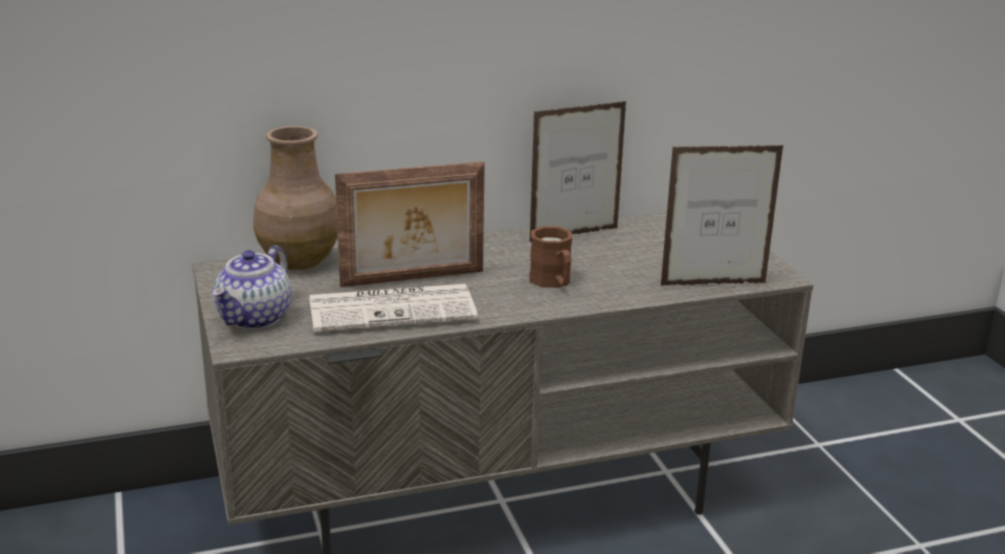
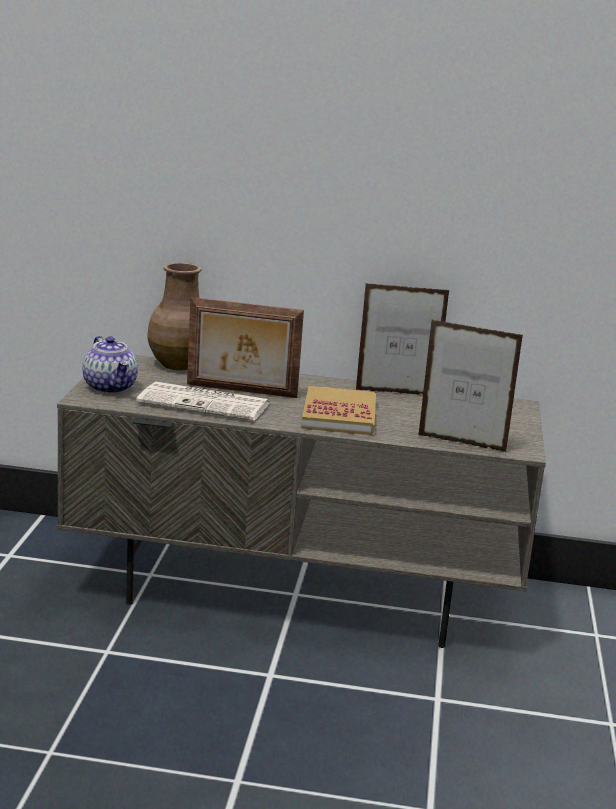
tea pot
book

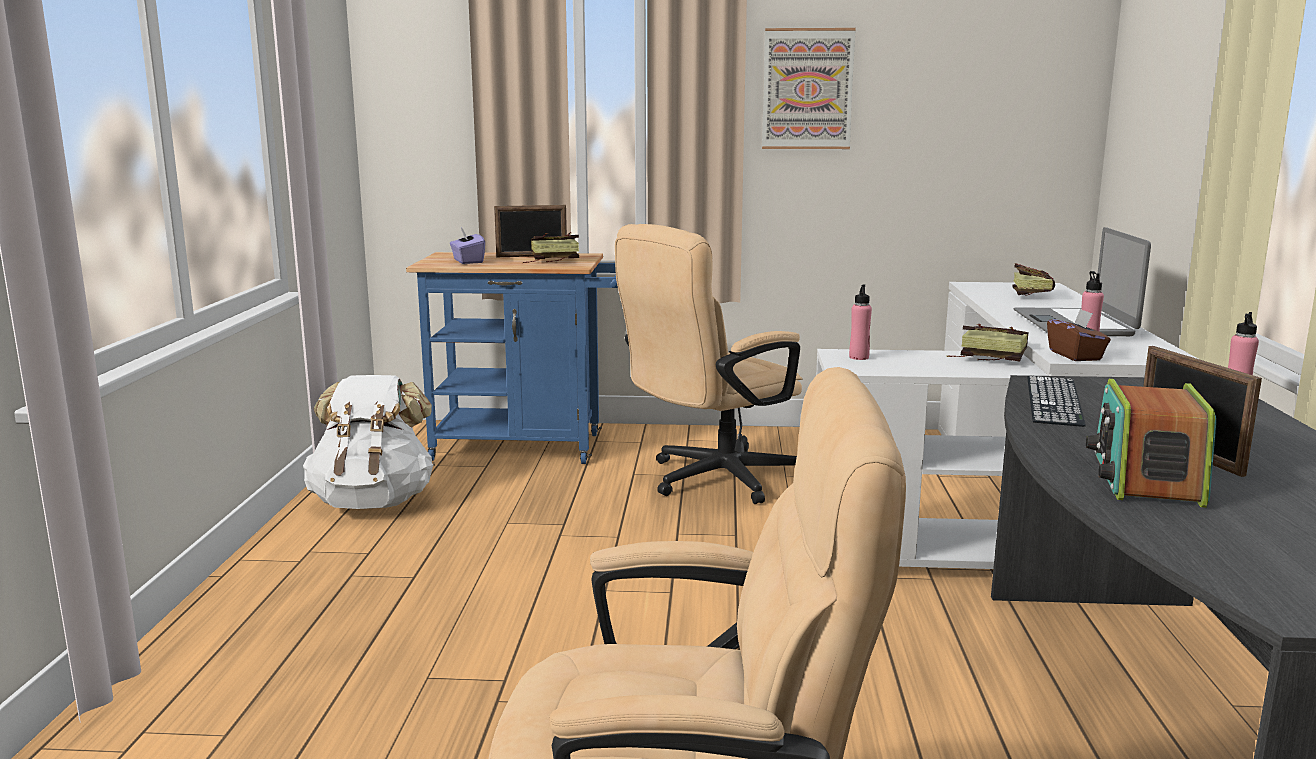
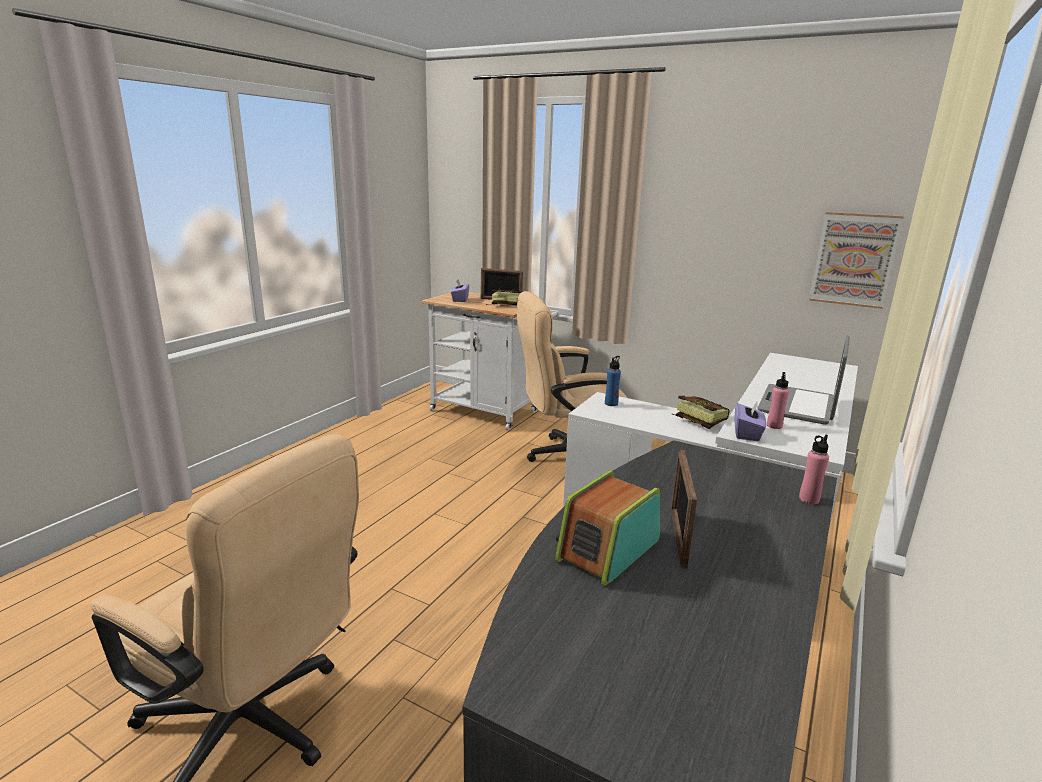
knapsack (white)
wheeled cart (white)
wall picture
beverage bottle (blue-coloured)
book (3rd from left in the first image)
computer keyboard
tissue box (purple-coloured) (2nd from left)

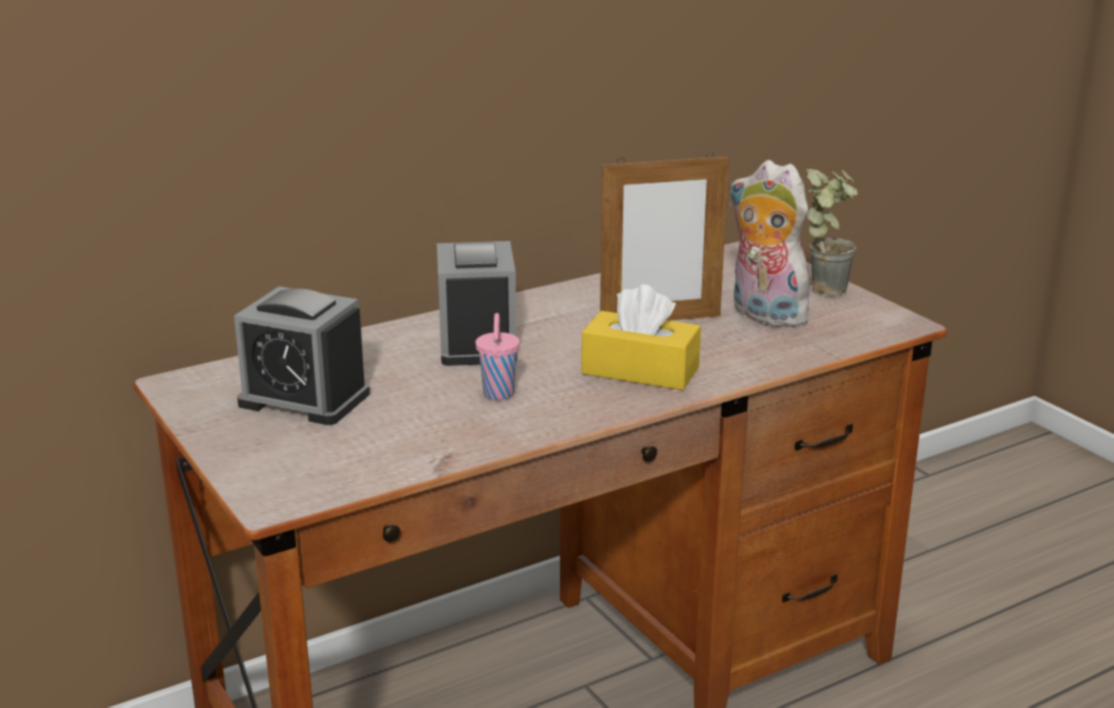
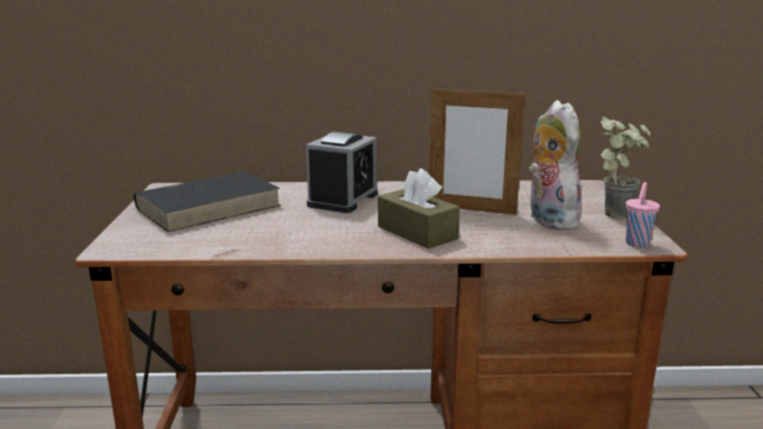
book (blackish)
drinking cup (pink)
tissue box (brown)

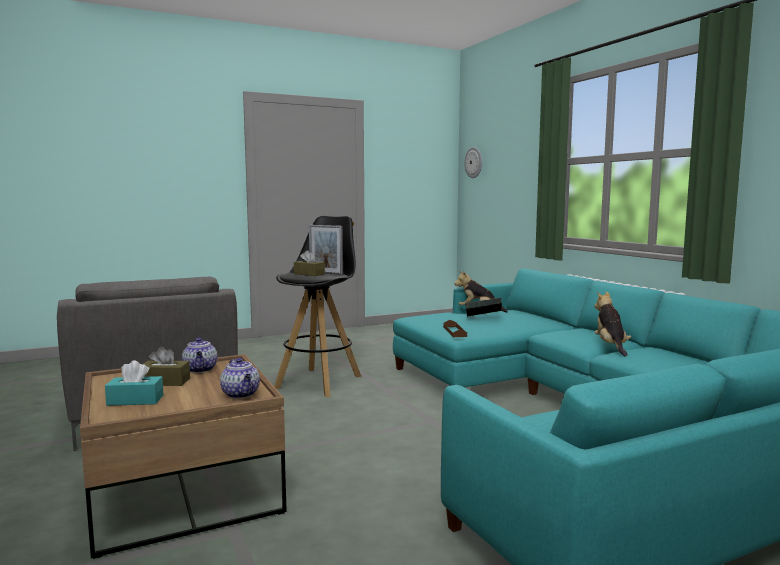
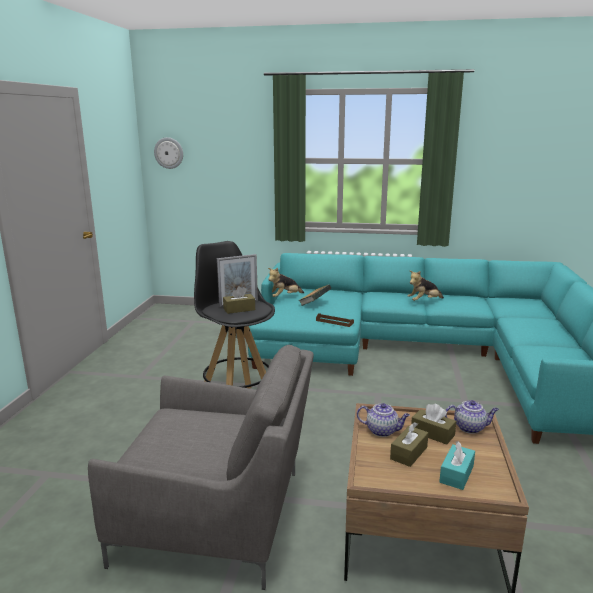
soft toy (2nd from left)
tissue box (brown) (3rd from left)

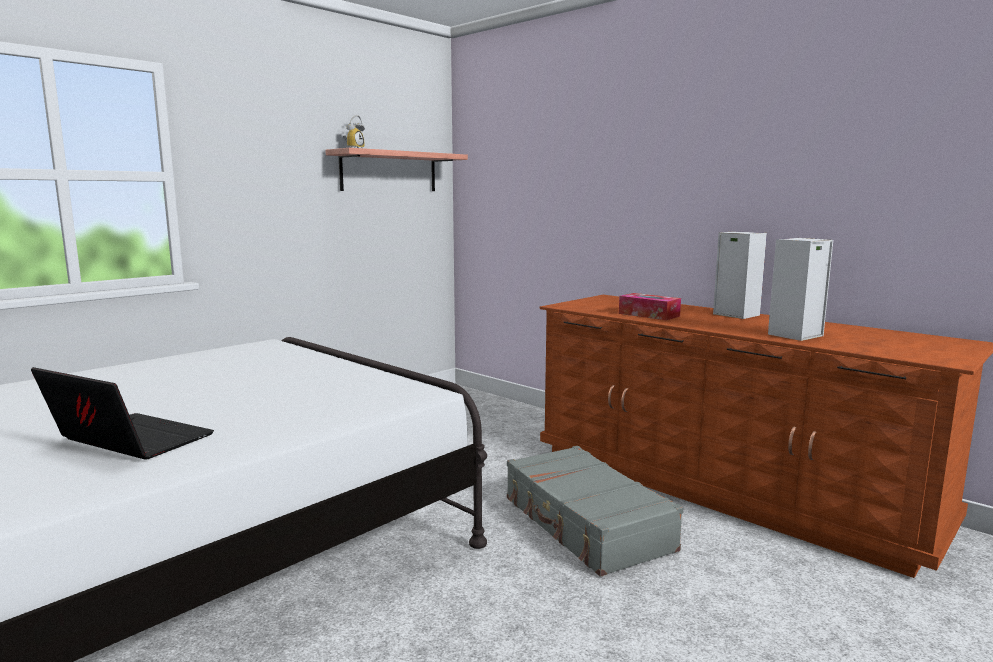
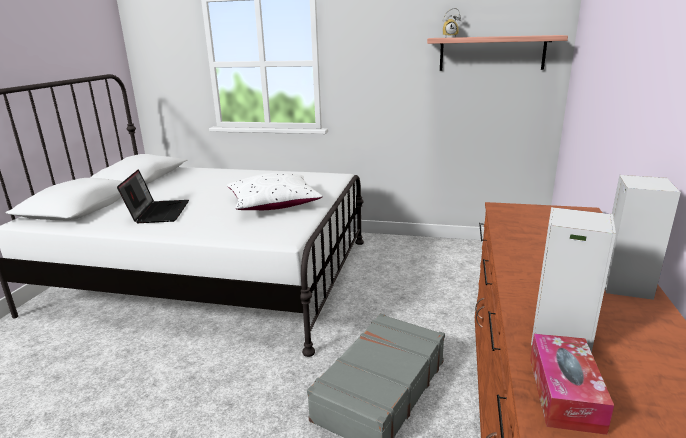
tissue box
cushion (white)

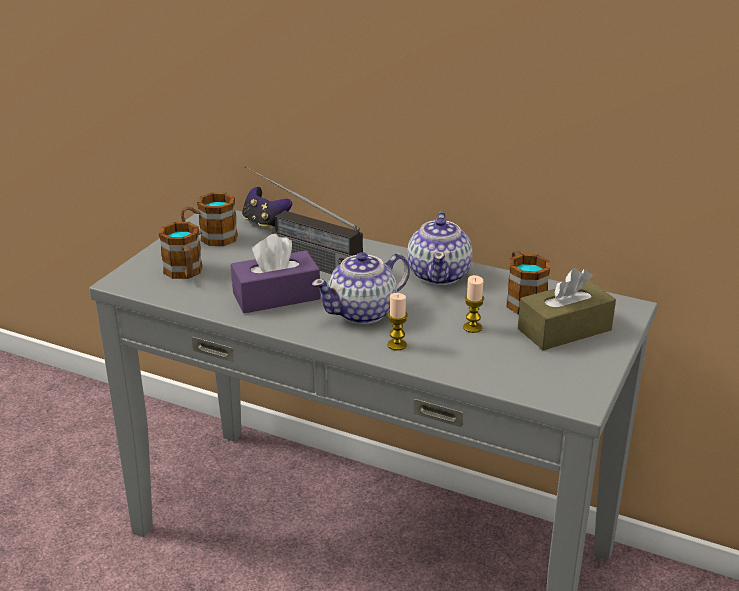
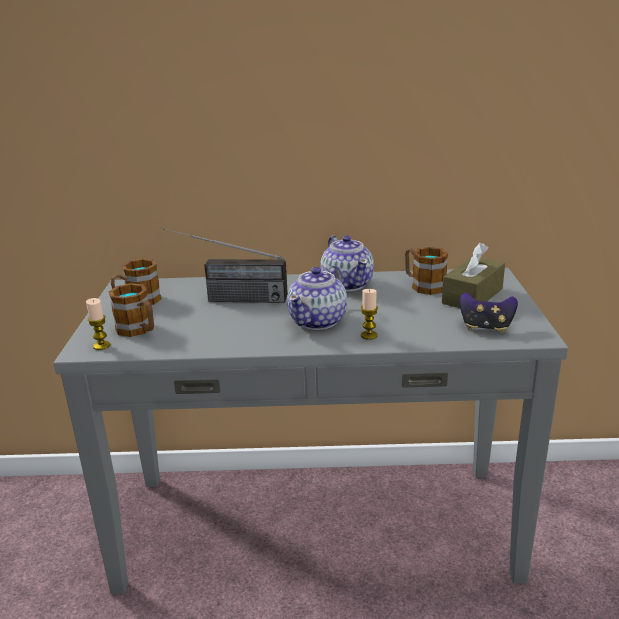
tissue box (purple-coloured)
gamepad
candle (1st from left)

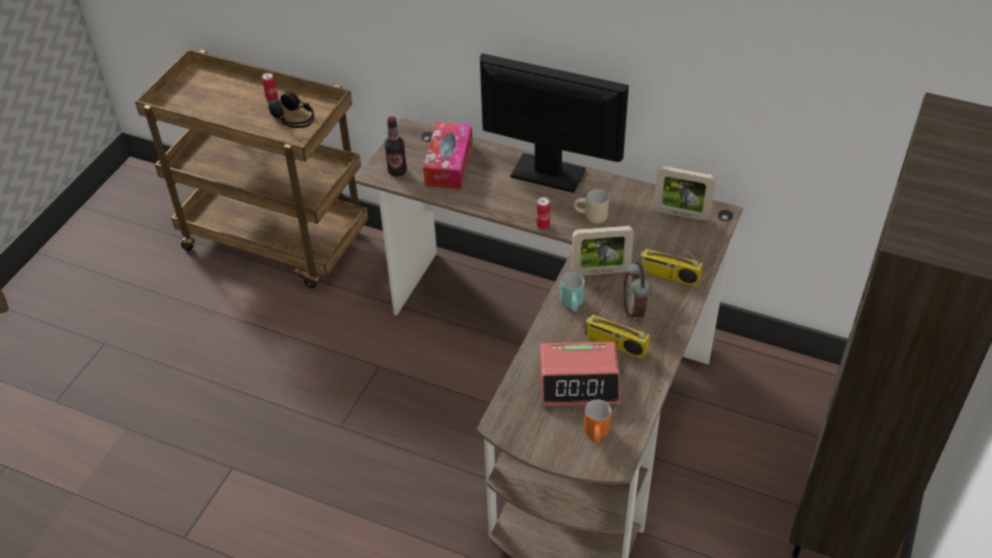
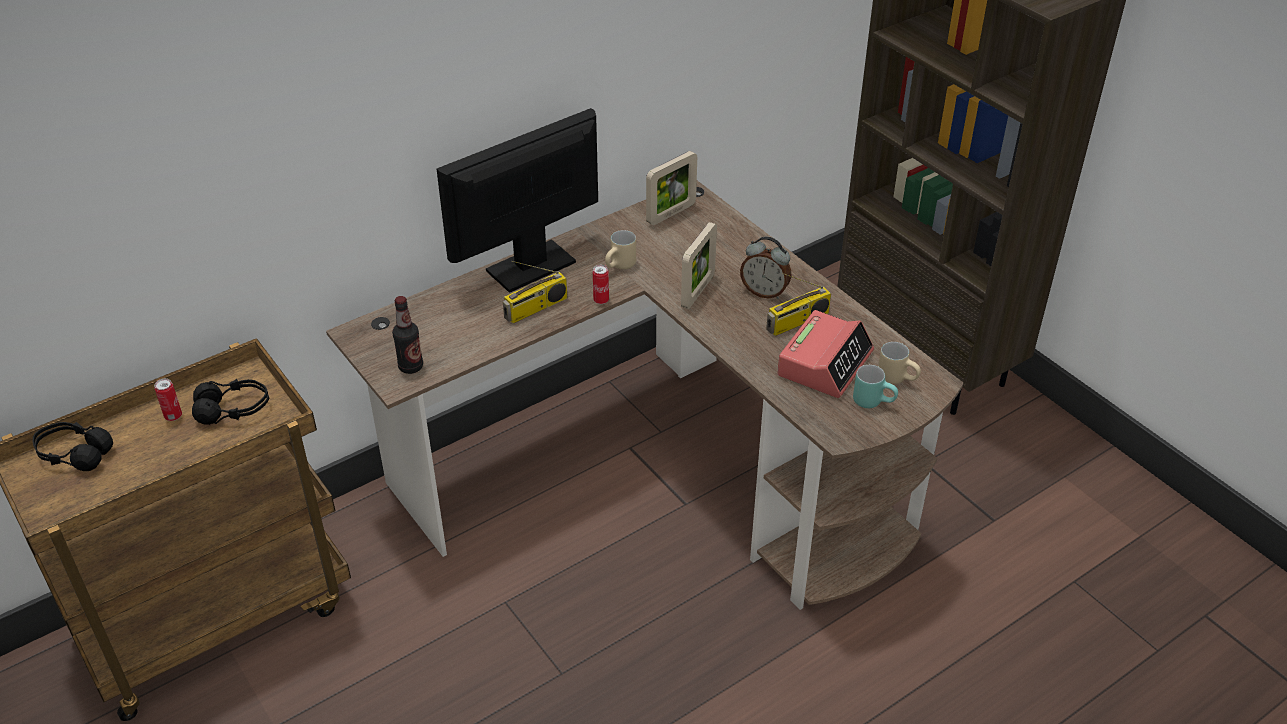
tissue box
mug (turquoise-coloured)
mug (beige) (2nd from left)
radio (1st from left)
headset (blackish) (1st from left)

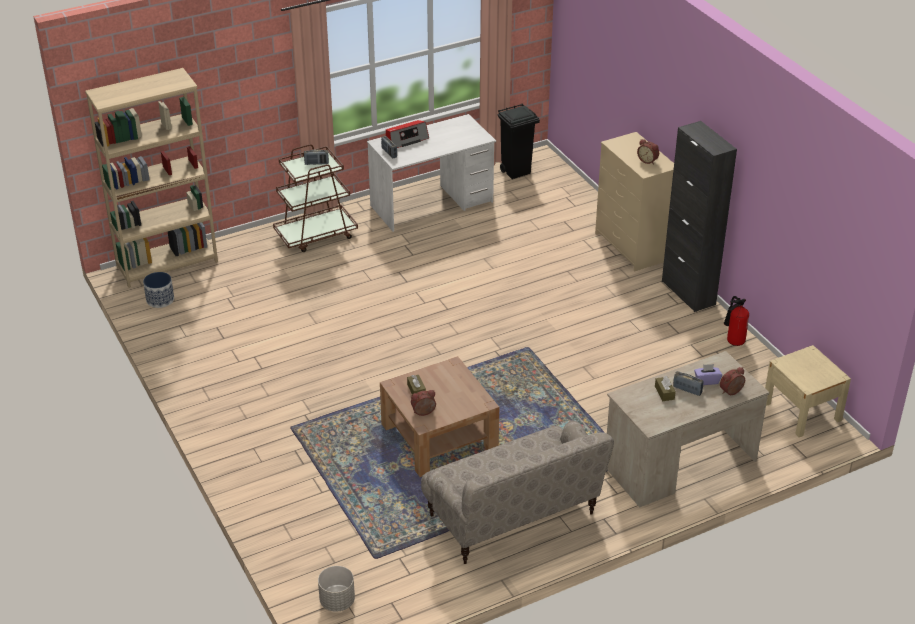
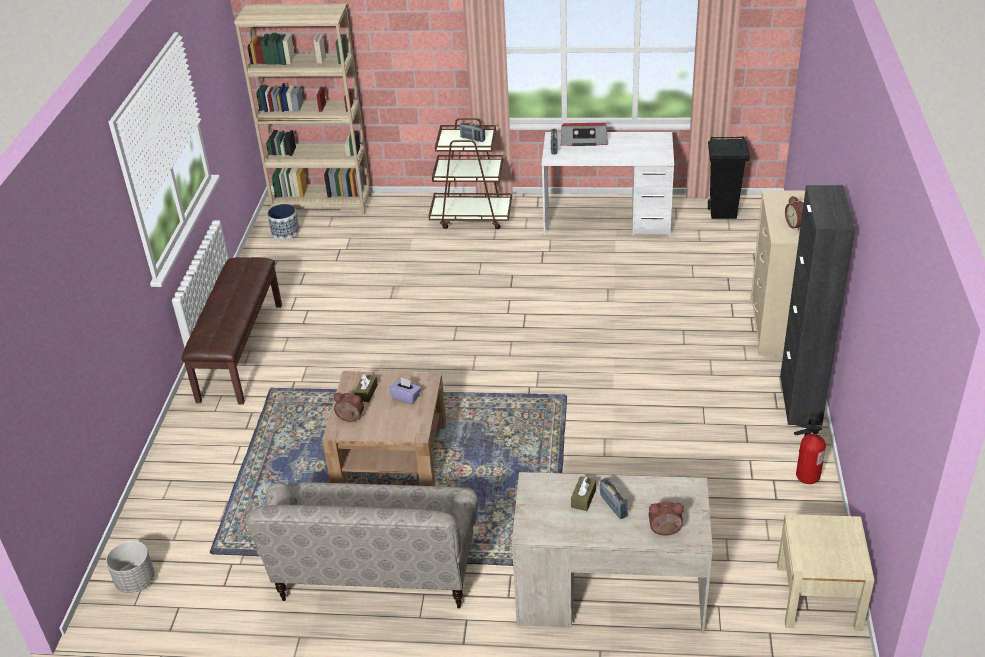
tissue box (purple-coloured)
bench (brown)

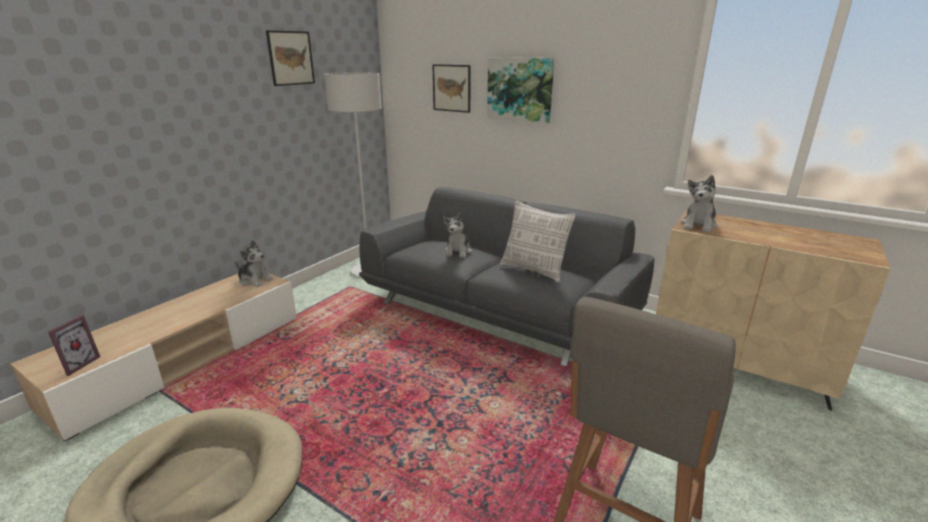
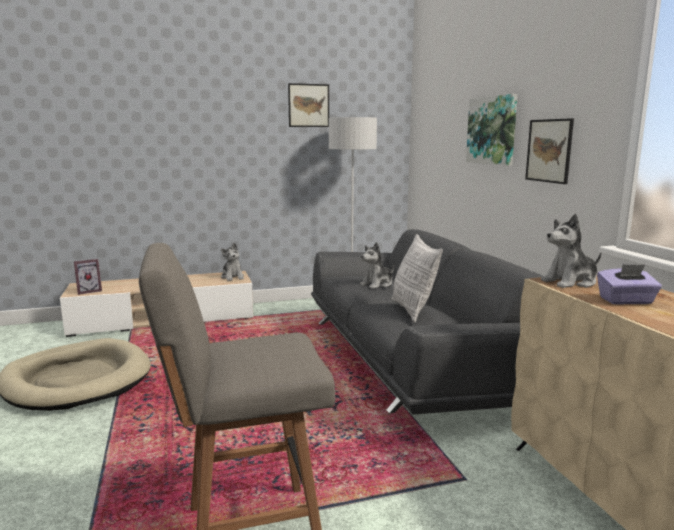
wall picture (3rd from left)
tissue box (purple-coloured)

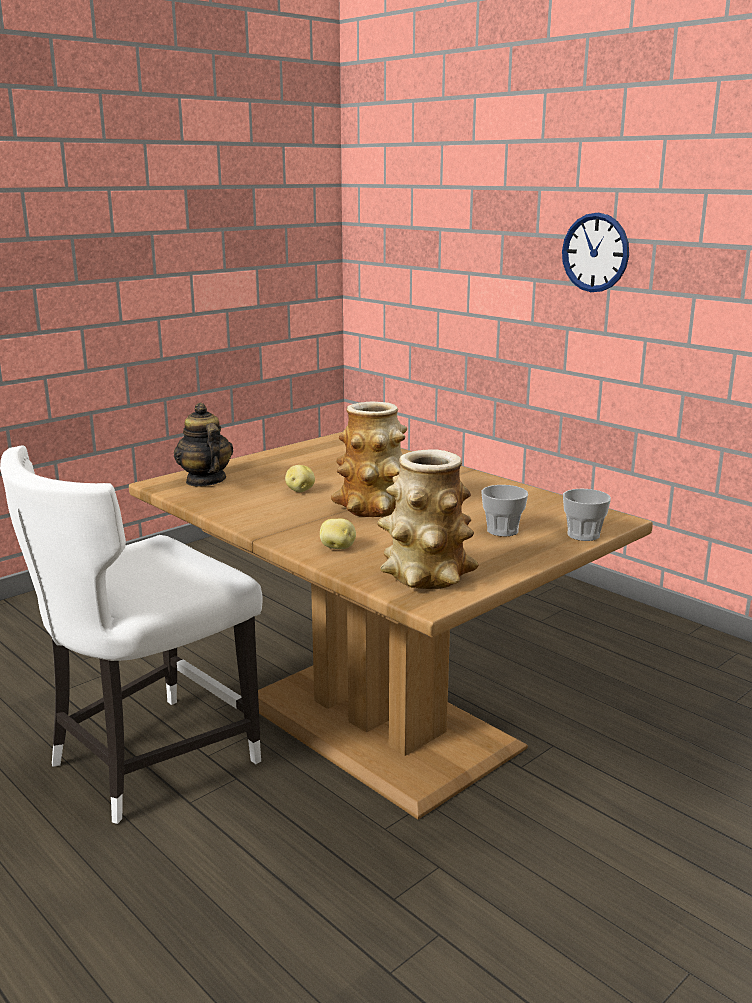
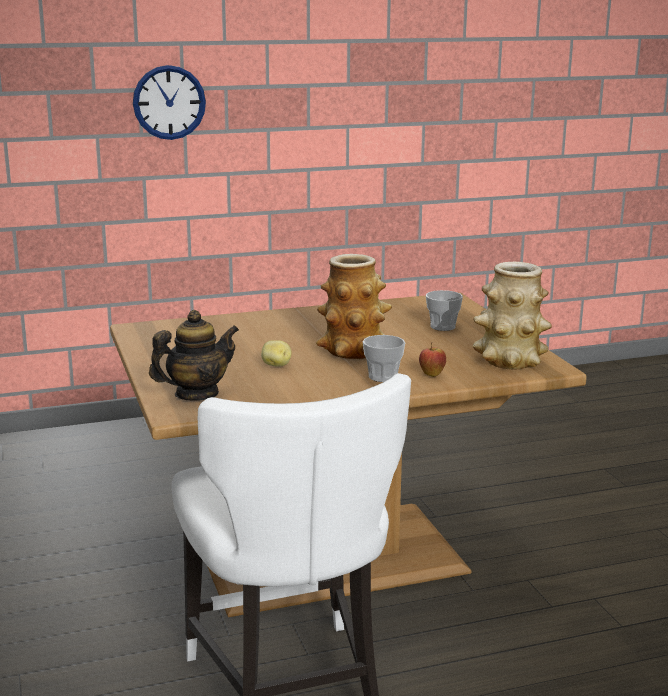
tea pot
apple
drinking cup (1st from left)

